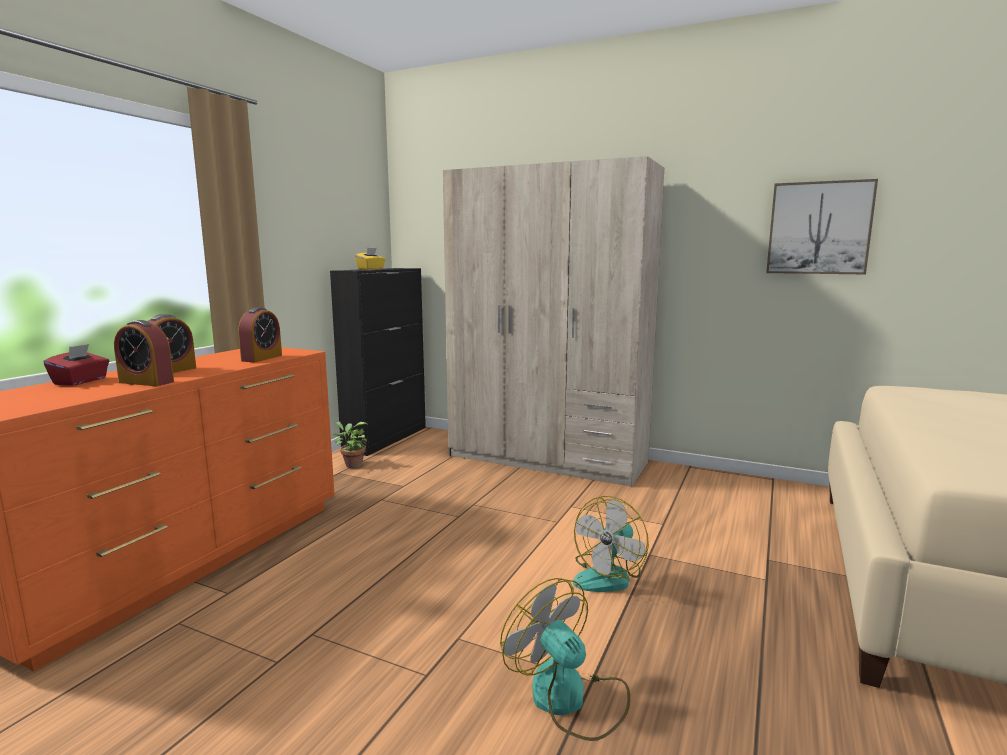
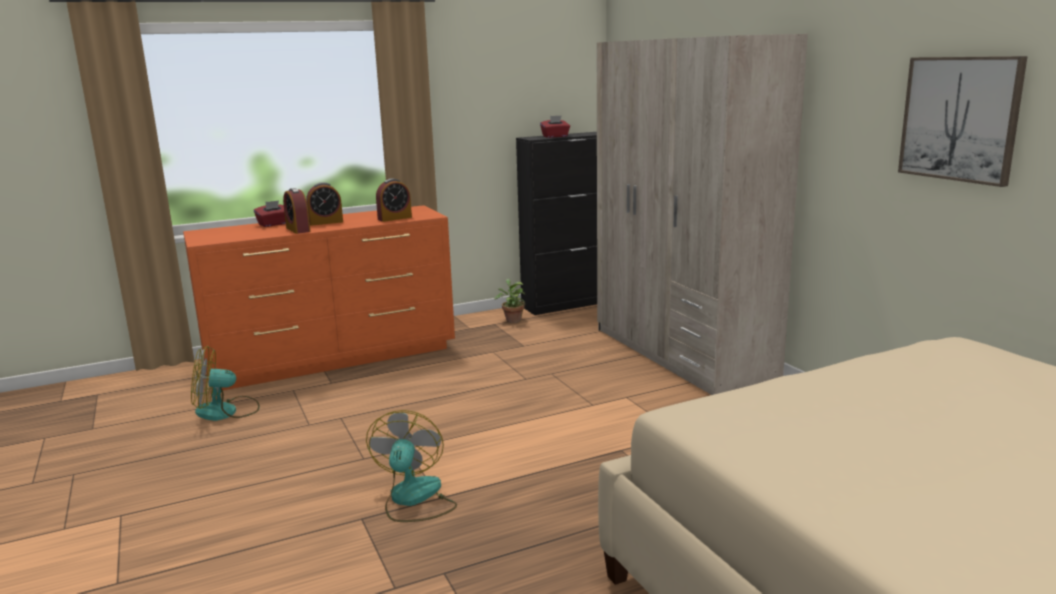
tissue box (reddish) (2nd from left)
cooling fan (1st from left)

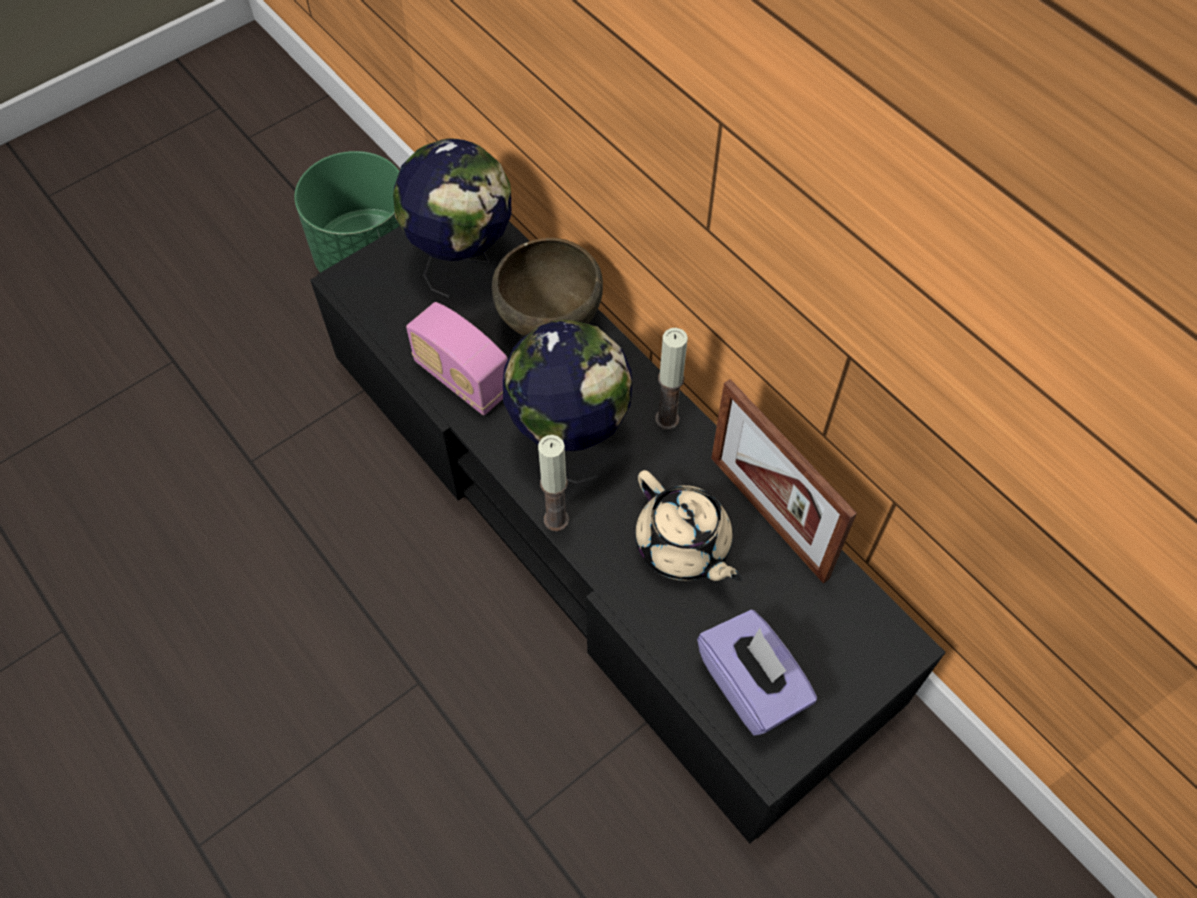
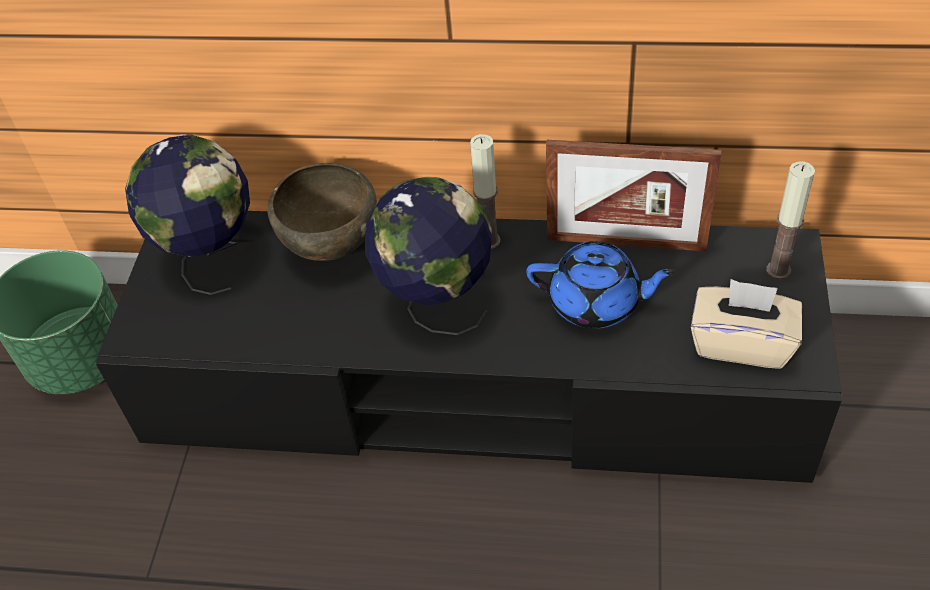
radio
candle (2nd from left)
tea pot (blue-coloured)
tissue box (beige)

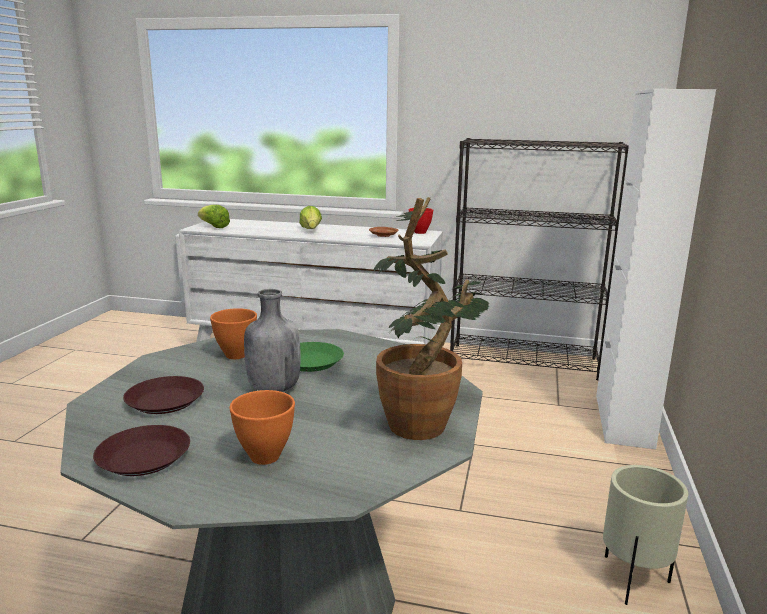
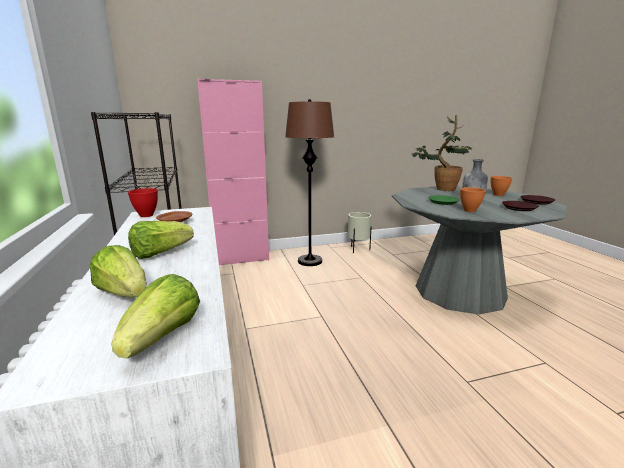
storage cabinet (pink)
head of lettuce (1st from left)
standing lamp (brown)

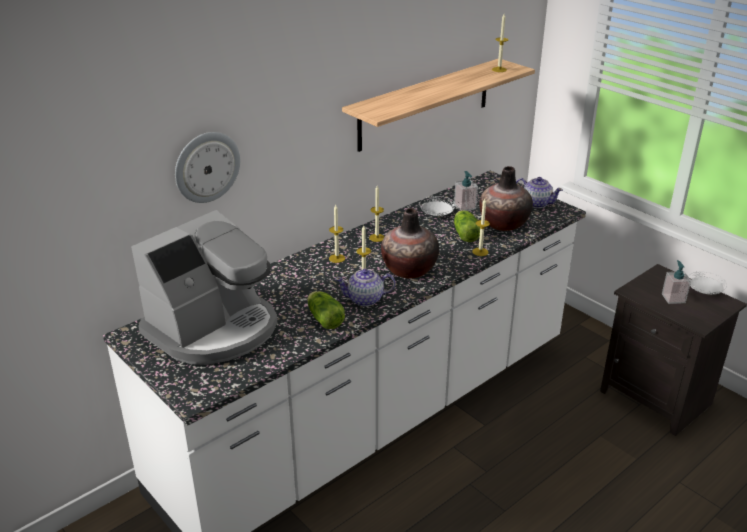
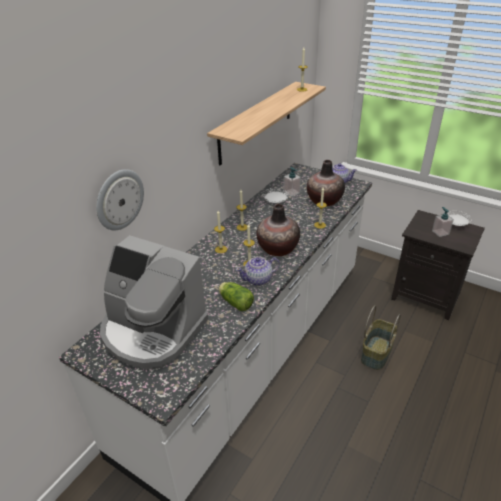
coffee brewer
head of lettuce (2nd from left in the first image)
storage basket

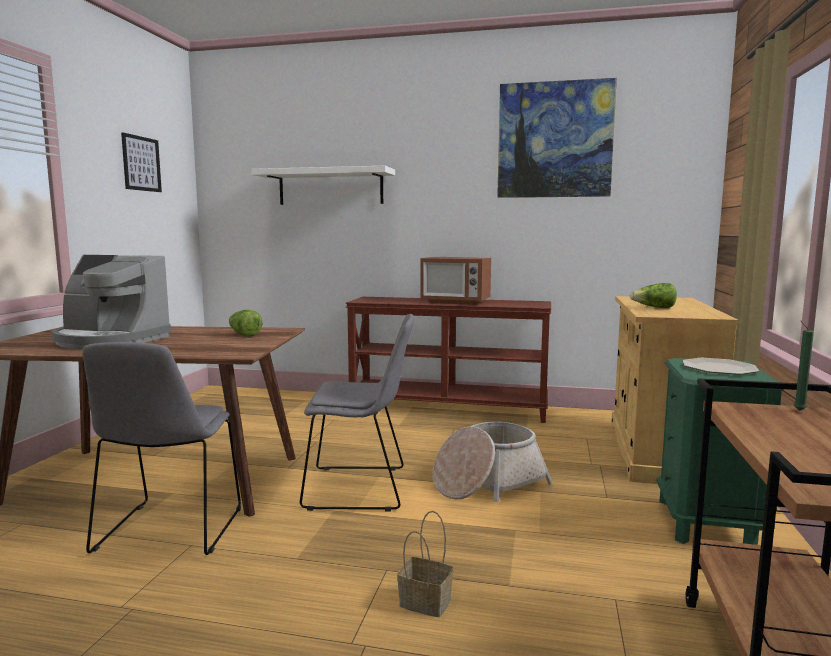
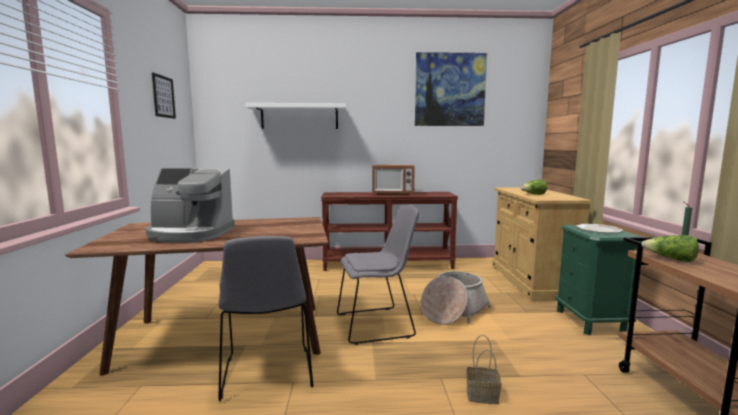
head of lettuce (2nd from left)

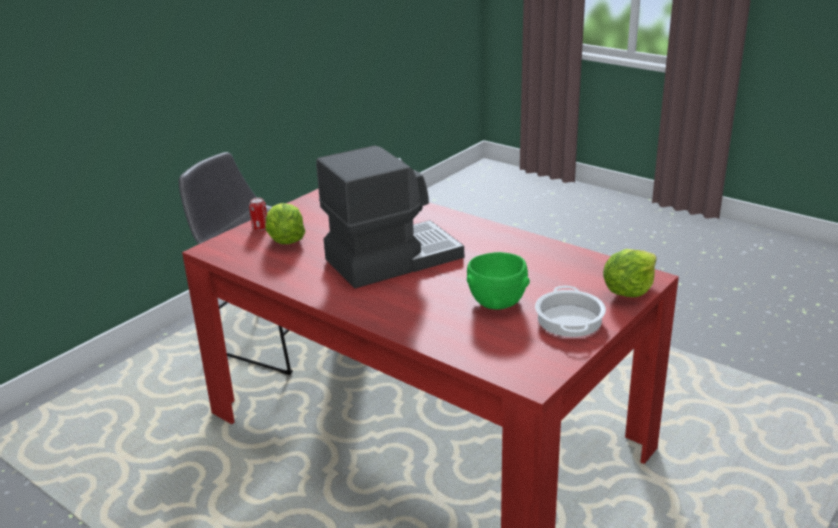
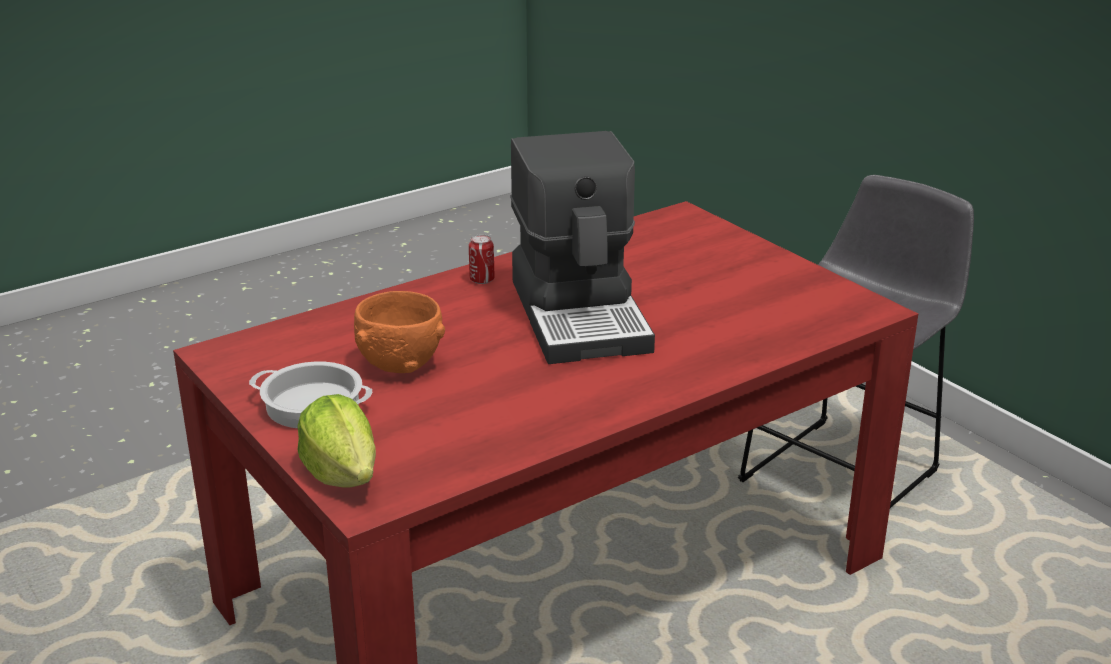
sealed can
head of lettuce (1st from left in the first image)
deep dish (orange)

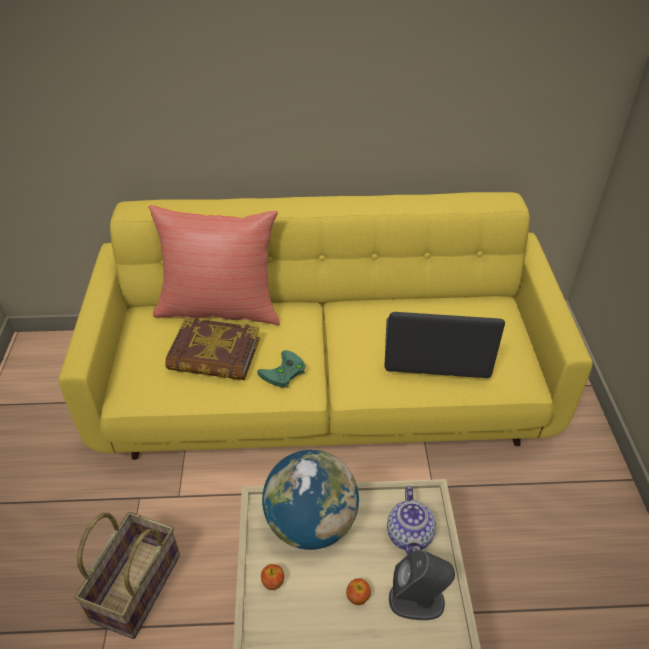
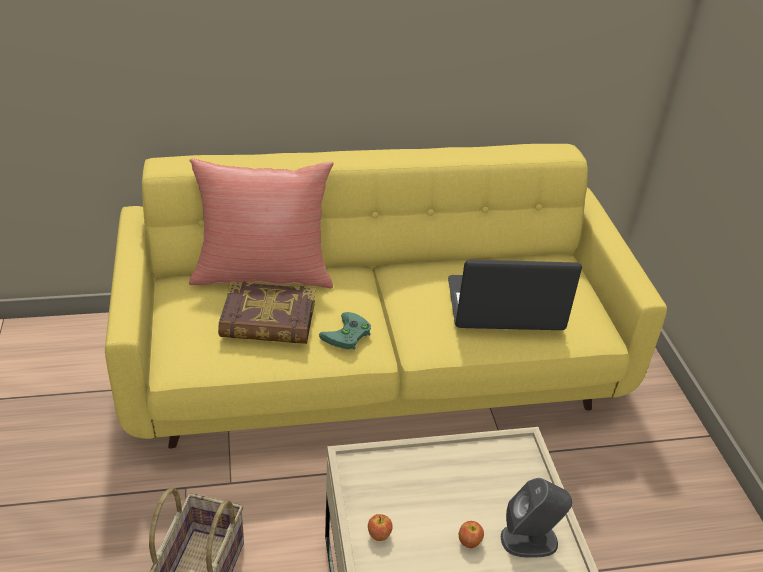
globe
tea pot

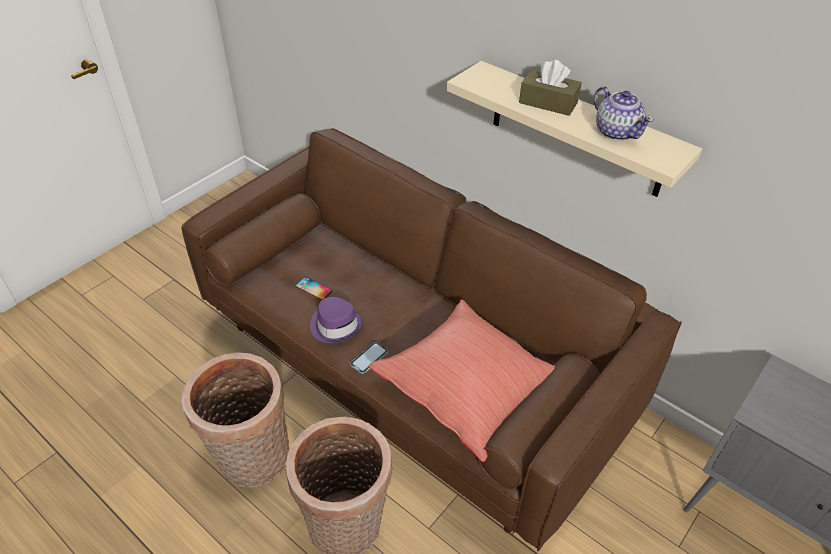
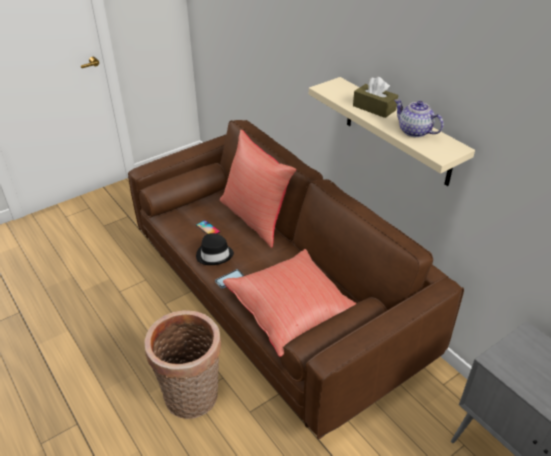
storage basket (1st from left in the first image)
clothing hat (blackish)
tea pot
cushion (reddish) (1st from left)

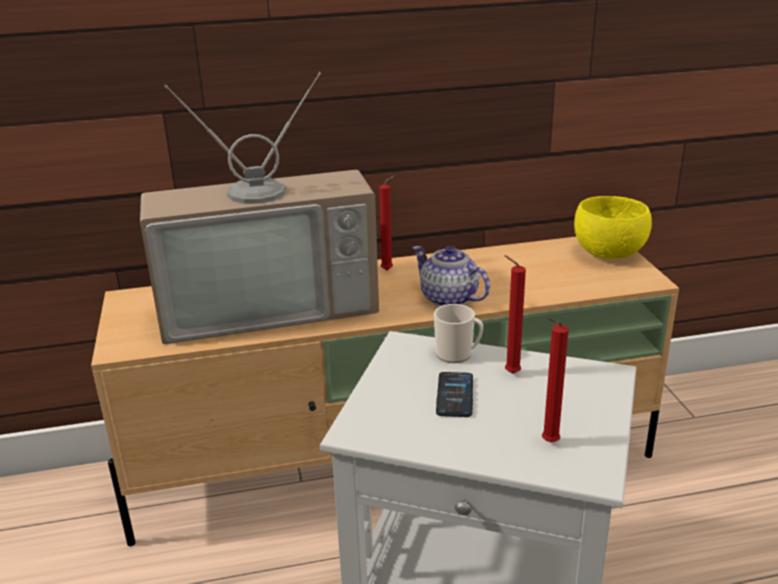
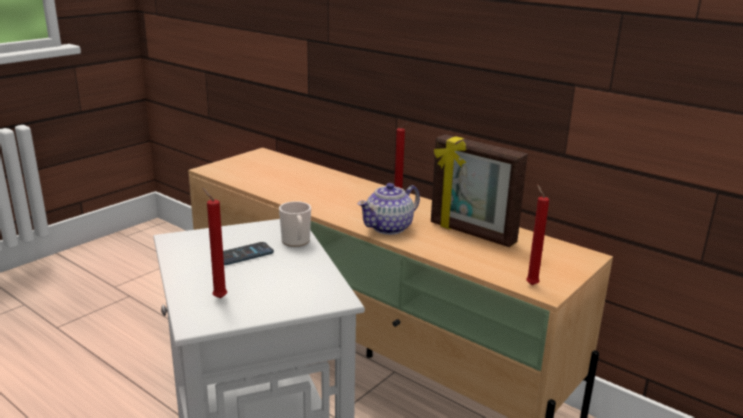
television
tea pot
candle (reddish) (3rd from left)
deep dish (yellowish)
standing frame

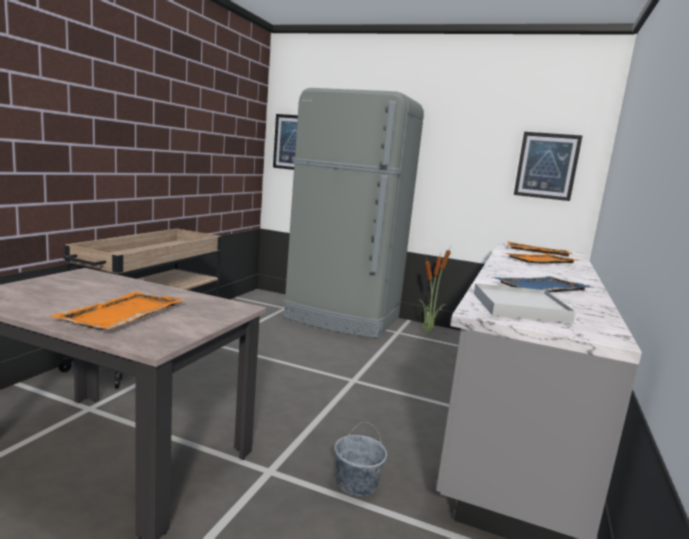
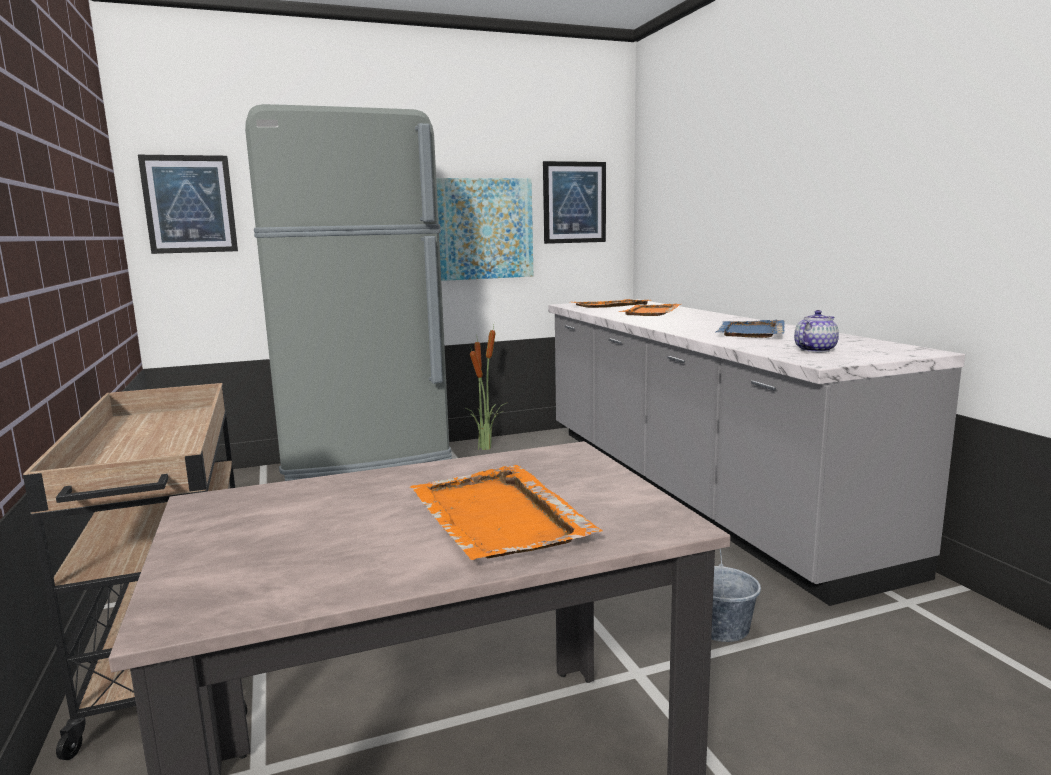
tea pot
wall picture (2nd from left)

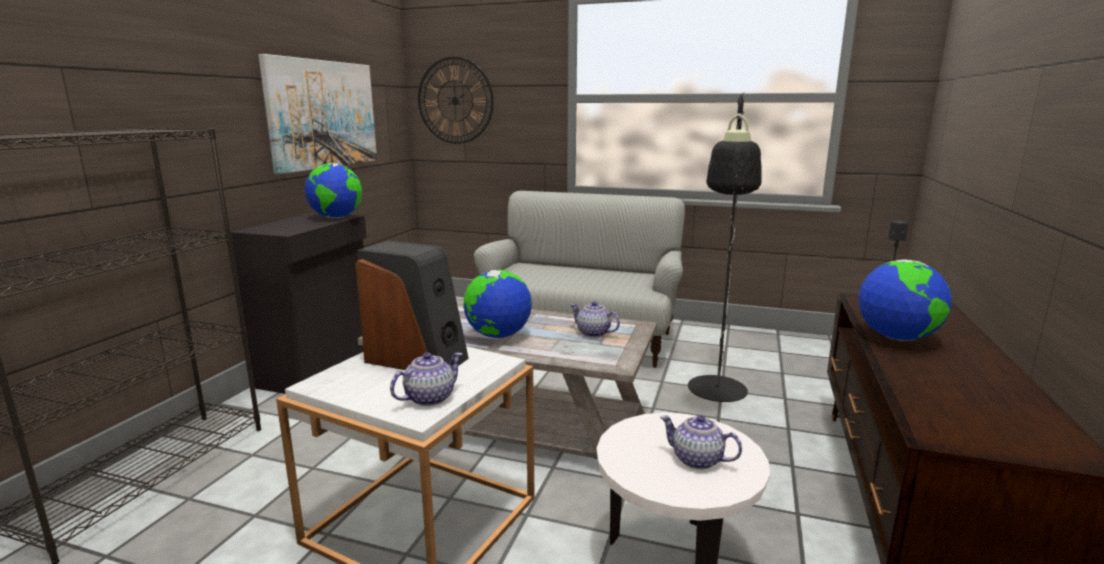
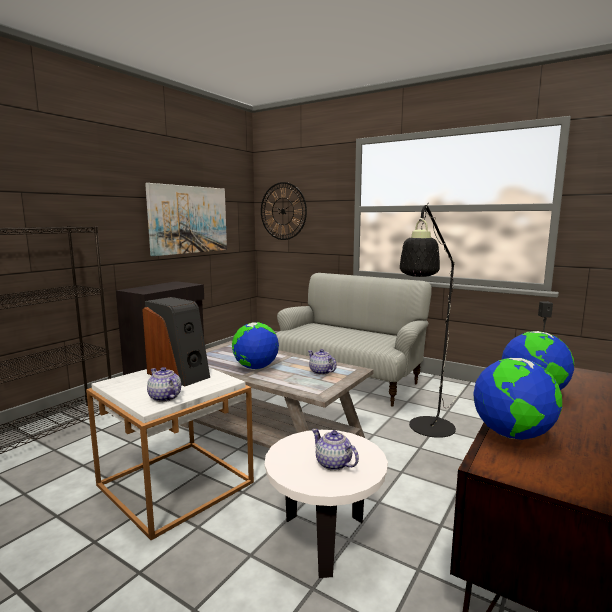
globe (2nd from left)
tea pot (1st from left)

